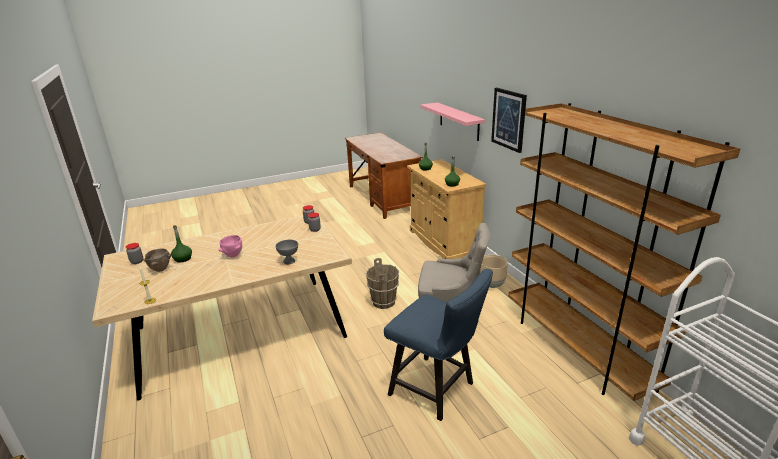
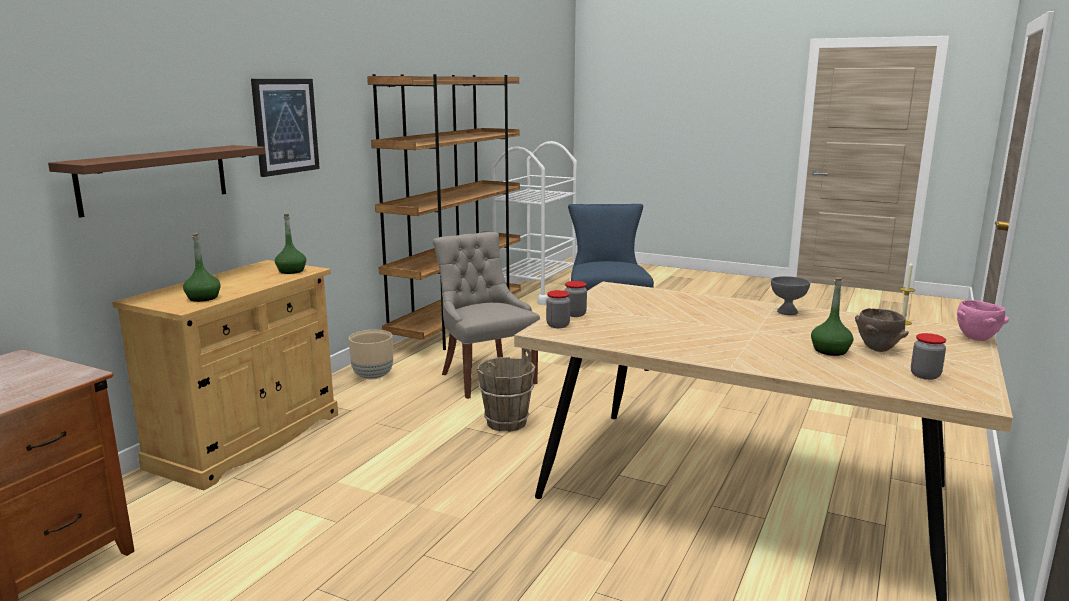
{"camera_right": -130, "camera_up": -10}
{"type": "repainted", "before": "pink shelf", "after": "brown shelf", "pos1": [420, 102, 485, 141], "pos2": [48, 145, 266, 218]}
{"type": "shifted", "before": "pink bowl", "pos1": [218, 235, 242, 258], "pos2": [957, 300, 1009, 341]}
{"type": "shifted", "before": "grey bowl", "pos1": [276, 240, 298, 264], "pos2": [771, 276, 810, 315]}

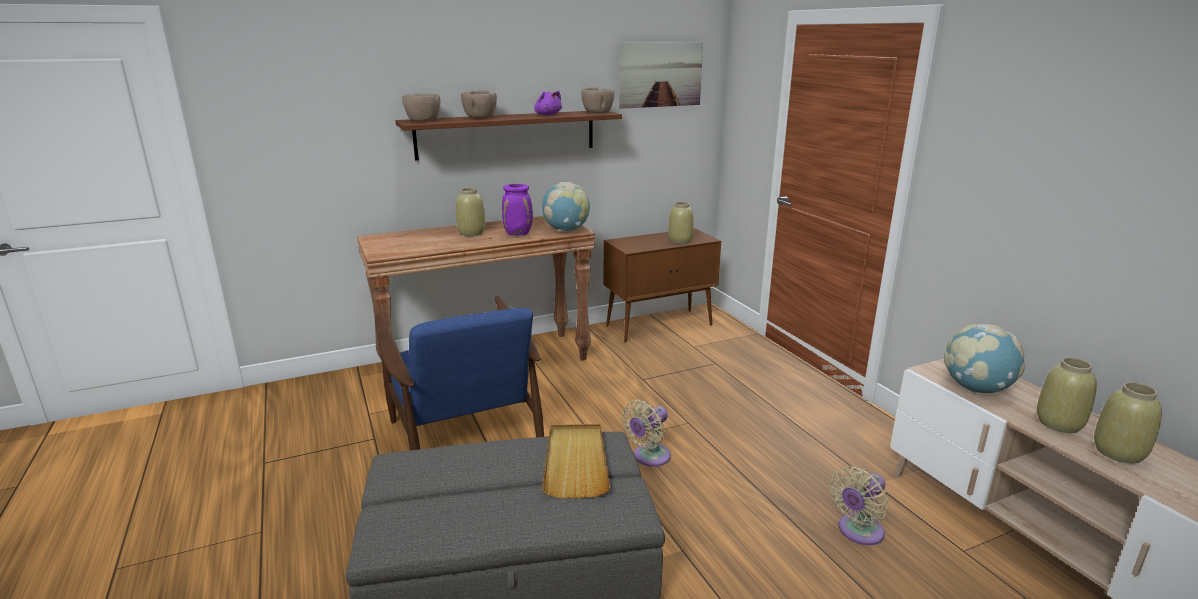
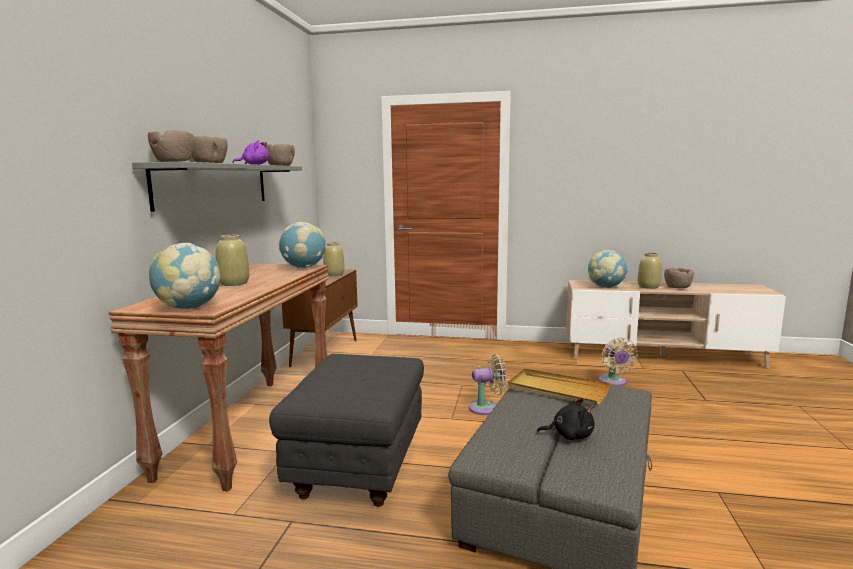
{"camera_right": -55, "camera_up": -10}
{"type": "gone", "before": "picture", "pos1": [619, 42, 703, 109]}
{"type": "repainted", "before": "brown shelf", "after": "grey shelf", "pos1": [395, 111, 622, 160], "pos2": [132, 162, 302, 212]}
{"type": "gone", "before": "purple vase", "pos1": [502, 184, 533, 236]}
{"type": "swapped", "before": "blue armchair", "after": "grey ottoman", "pos1": [375, 296, 544, 451], "pos2": [269, 354, 424, 507]}
{"type": "swapped", "before": "beige vase", "after": "brown bowl", "pos1": [1094, 382, 1162, 464], "pos2": [664, 268, 694, 288]}
{"type": "rotated", "before": "beige fan", "pos1": [622, 400, 671, 467], "pos2": [469, 354, 507, 415], "turn": -90}
{"type": "new", "after": "globe", "pos2": [149, 243, 221, 309]}
{"type": "new", "after": "black plush toy", "pos2": [537, 398, 594, 440]}

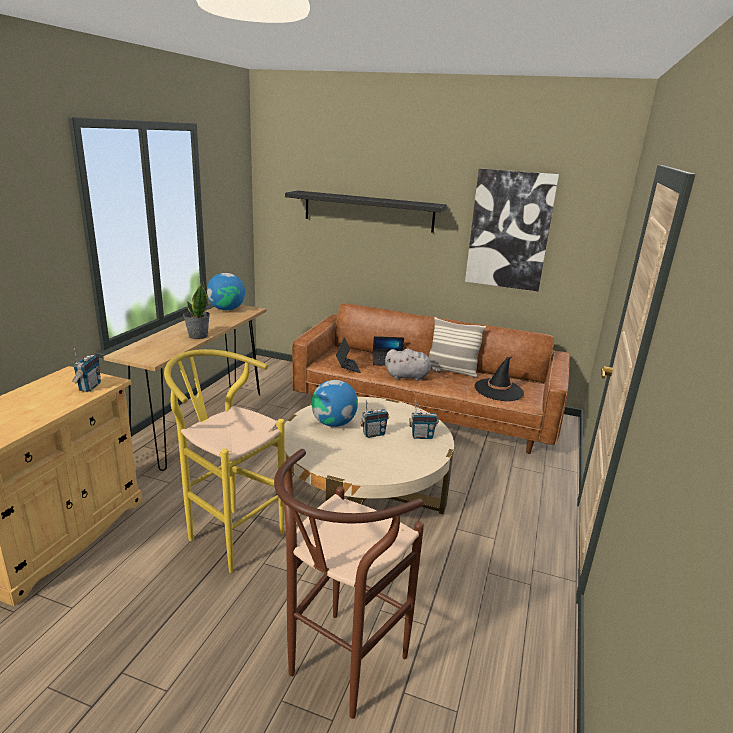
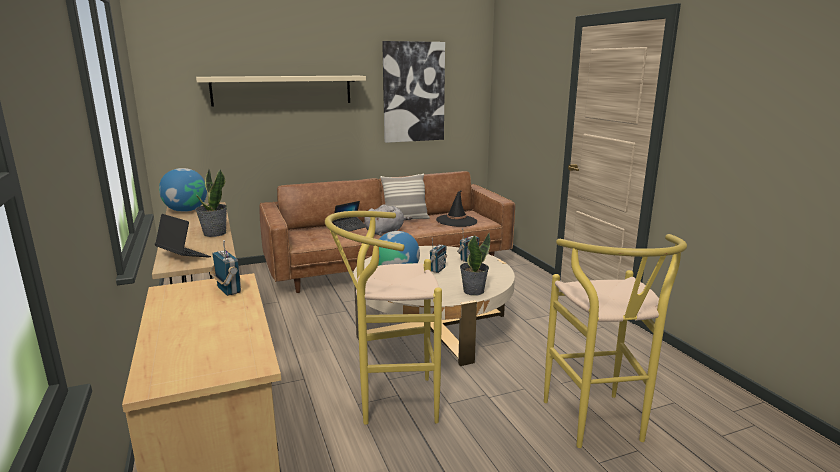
{"camera_right": -40, "camera_up": -5}
{"type": "repainted", "before": "black shelf", "after": "beige shelf", "pos1": [285, 191, 447, 233], "pos2": [196, 76, 366, 106]}
{"type": "shifted", "before": "laptop", "pos1": [336, 337, 361, 373], "pos2": [155, 214, 211, 257]}
{"type": "repainted", "before": "brown stool", "after": "yellow stool", "pos1": [274, 449, 424, 719], "pos2": [544, 234, 687, 448]}
{"type": "new", "after": "potted plant", "pos2": [460, 232, 490, 296]}

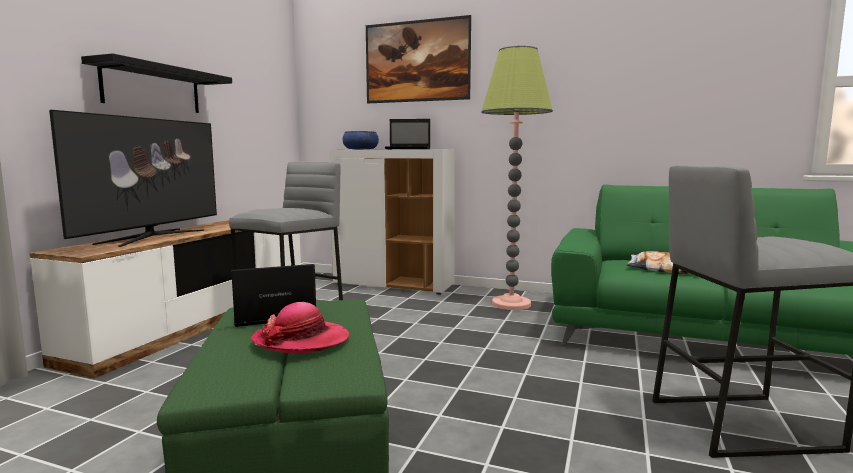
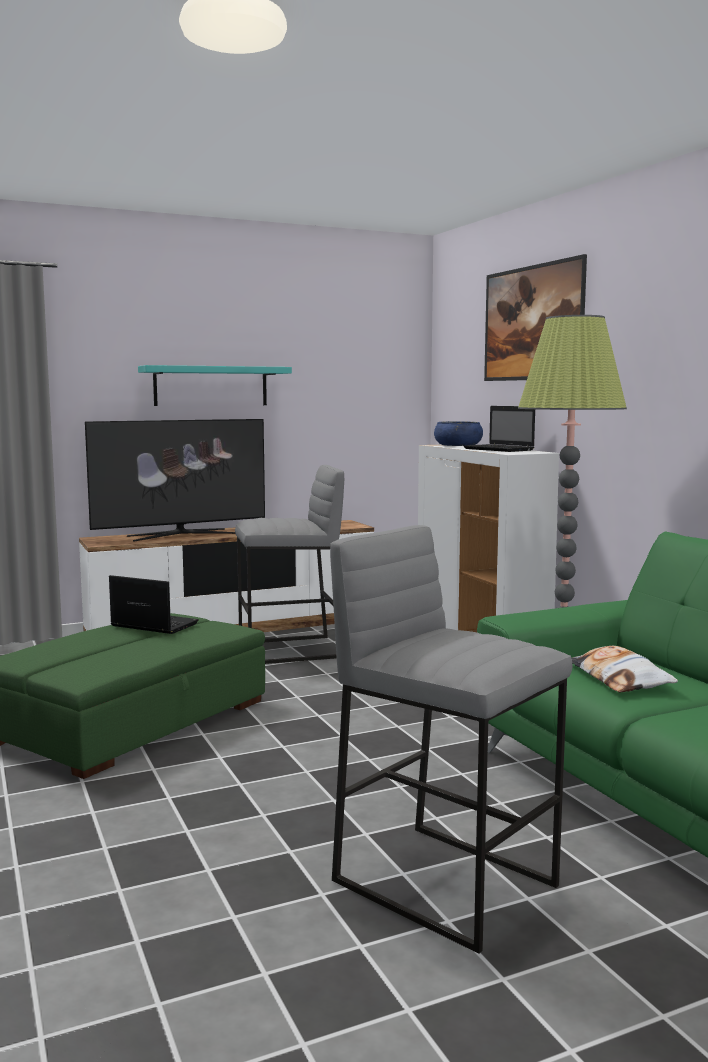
{"camera_right": 45, "camera_up": 0}
{"type": "repainted", "before": "black shelf", "after": "turquoise shelf", "pos1": [81, 53, 232, 113], "pos2": [138, 365, 292, 406]}
{"type": "gone", "before": "hat", "pos1": [251, 302, 349, 354]}

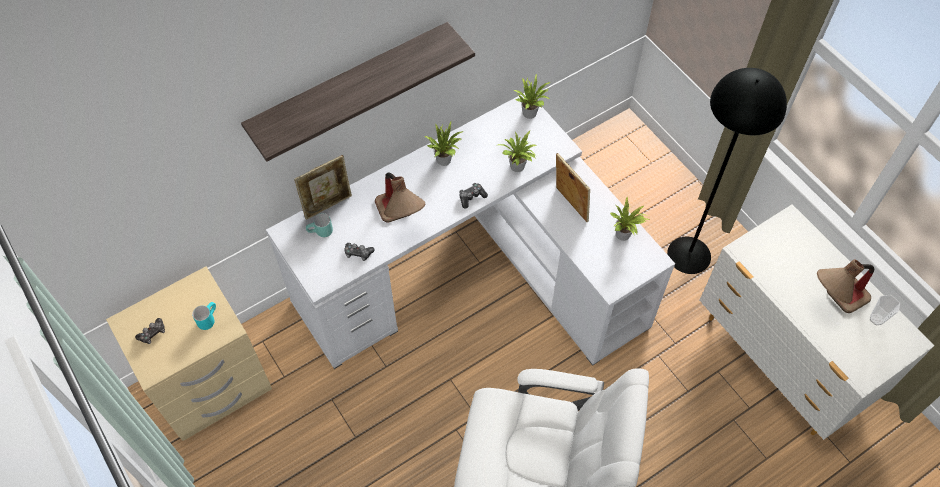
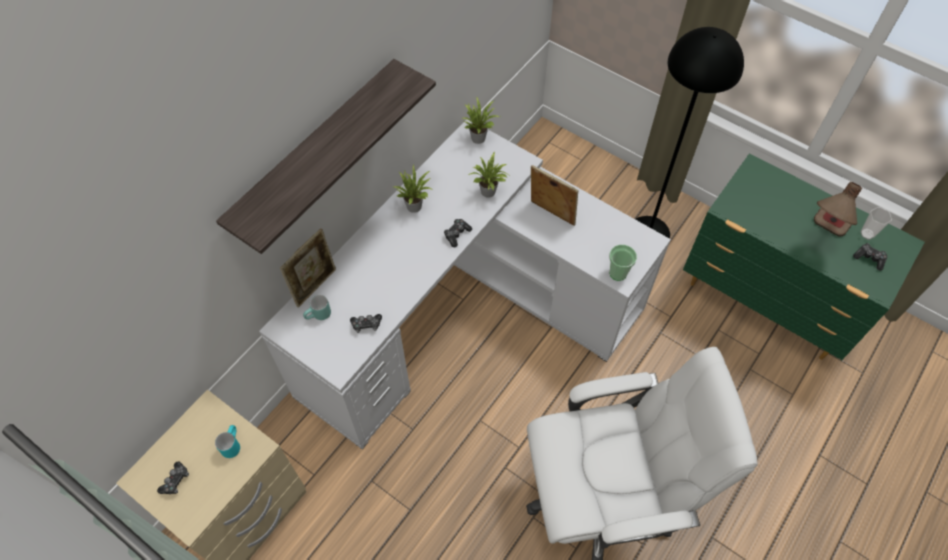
{"camera_right": -20, "camera_up": 0}
{"type": "gone", "before": "table lamp", "pos1": [375, 172, 425, 222]}
{"type": "gone", "before": "potted plant", "pos1": [610, 197, 650, 241]}
{"type": "repainted", "before": "white dresser", "after": "green dresser", "pos1": [699, 204, 934, 440], "pos2": [683, 153, 925, 360]}
{"type": "new", "after": "game controller", "pos2": [853, 243, 887, 271]}
{"type": "new", "after": "cup", "pos2": [609, 245, 637, 281]}

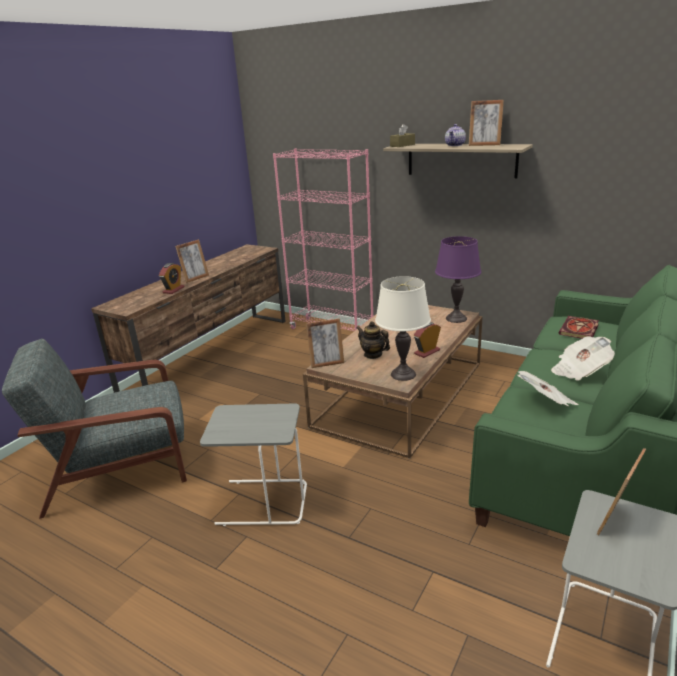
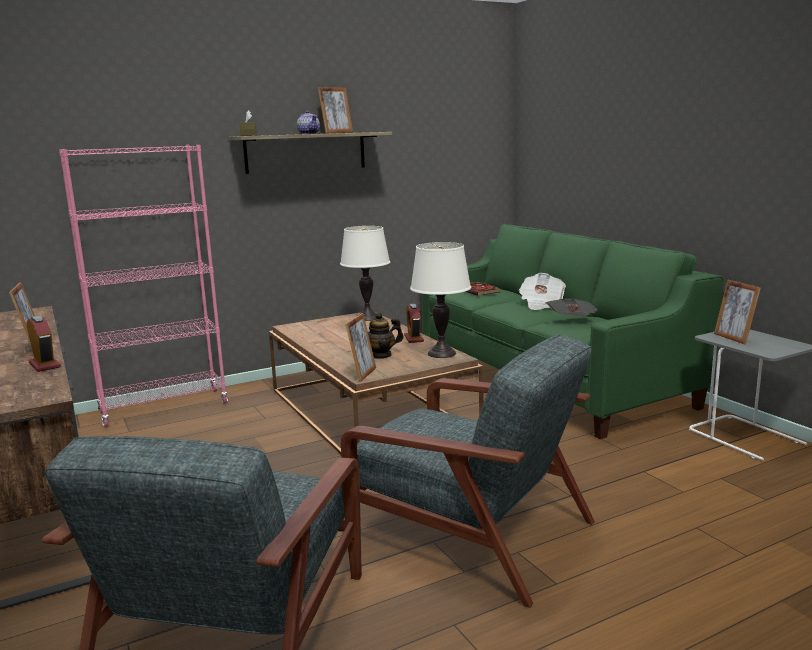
{"camera_right": -60, "camera_up": -10}
{"type": "repainted", "before": "purple table lamp", "after": "white table lamp", "pos1": [435, 236, 481, 323], "pos2": [340, 226, 390, 321]}
{"type": "swapped", "before": "grey side table", "after": "grey armchair", "pos1": [200, 404, 307, 526], "pos2": [341, 334, 595, 608]}

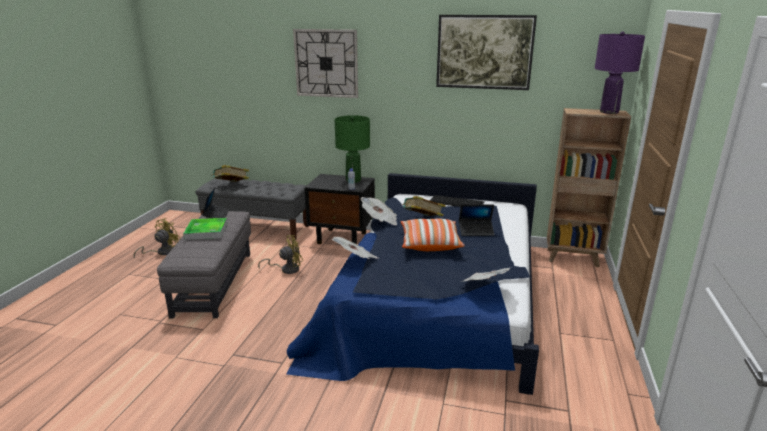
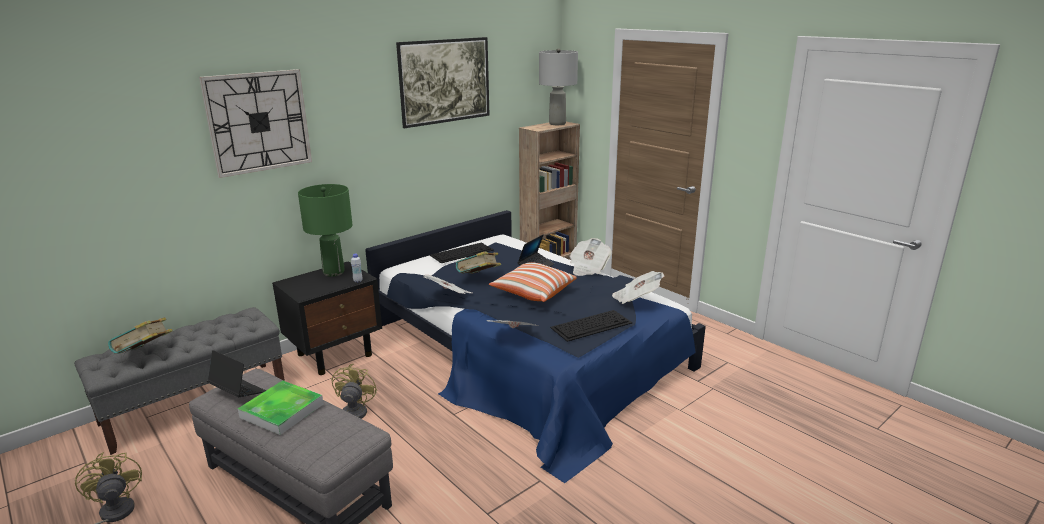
{"camera_right": -55, "camera_up": 0}
{"type": "repainted", "before": "purple table lamp", "after": "grey table lamp", "pos1": [595, 32, 645, 114], "pos2": [539, 48, 578, 125]}
{"type": "new", "after": "newspaper", "pos2": [570, 238, 612, 276]}
{"type": "new", "after": "keyboard", "pos2": [550, 310, 633, 342]}

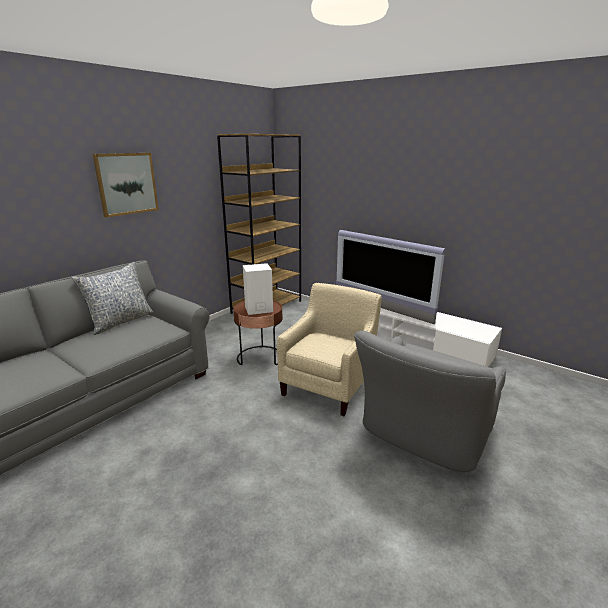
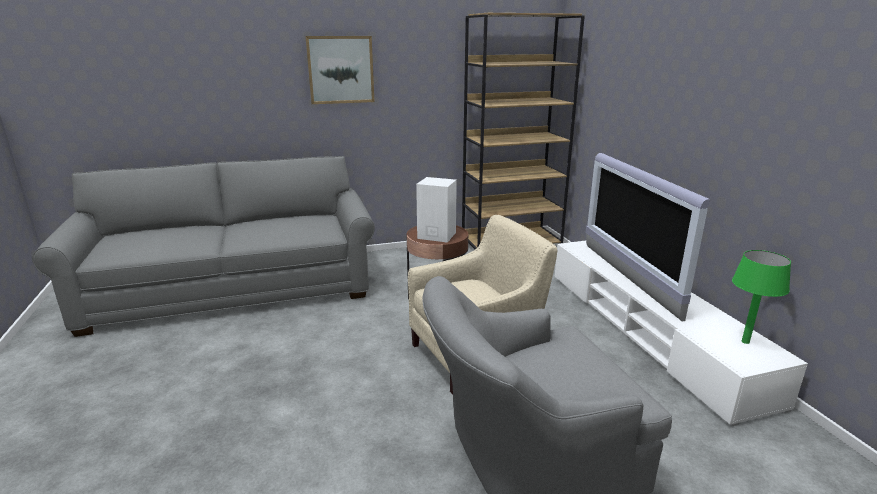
{"camera_right": 35, "camera_up": 0}
{"type": "gone", "before": "pillow", "pos1": [72, 262, 154, 335]}
{"type": "new", "after": "green table lamp", "pos2": [732, 250, 791, 344]}

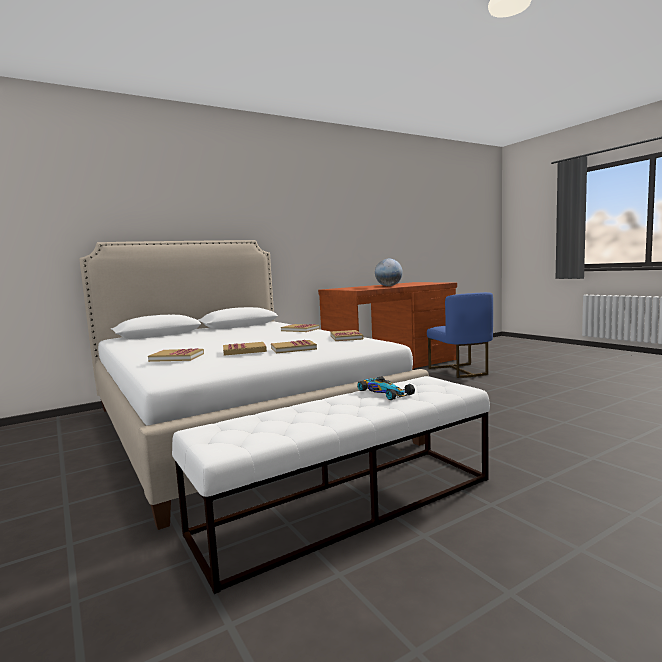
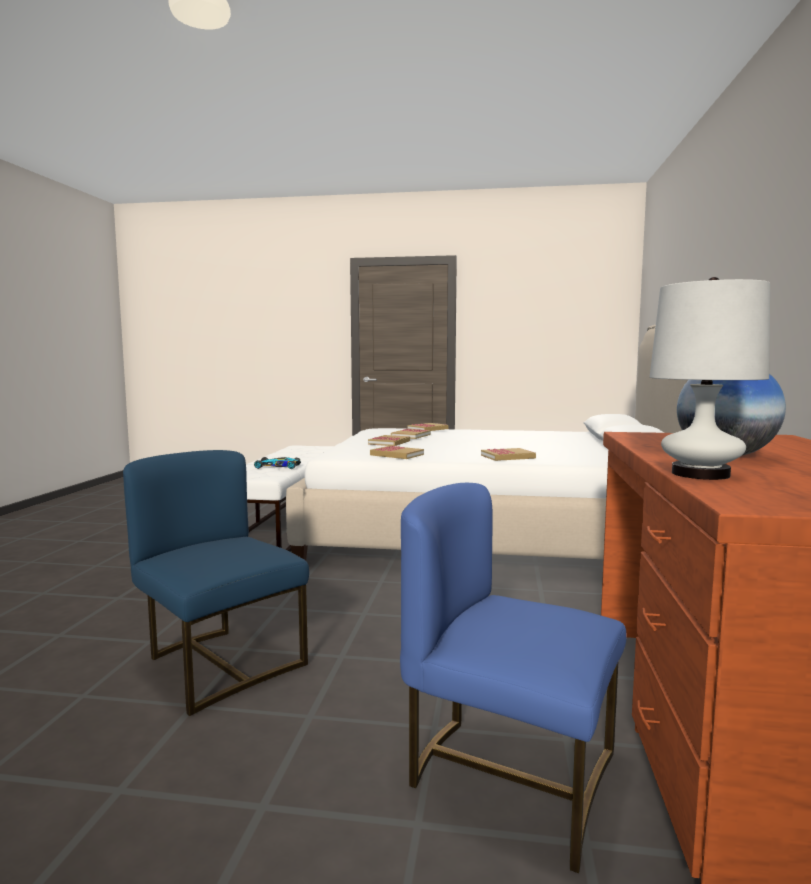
{"camera_right": 130, "camera_up": 0}
{"type": "new", "after": "white table lamp", "pos2": [650, 277, 770, 480]}
{"type": "new", "after": "blue chair", "pos2": [123, 450, 309, 716]}

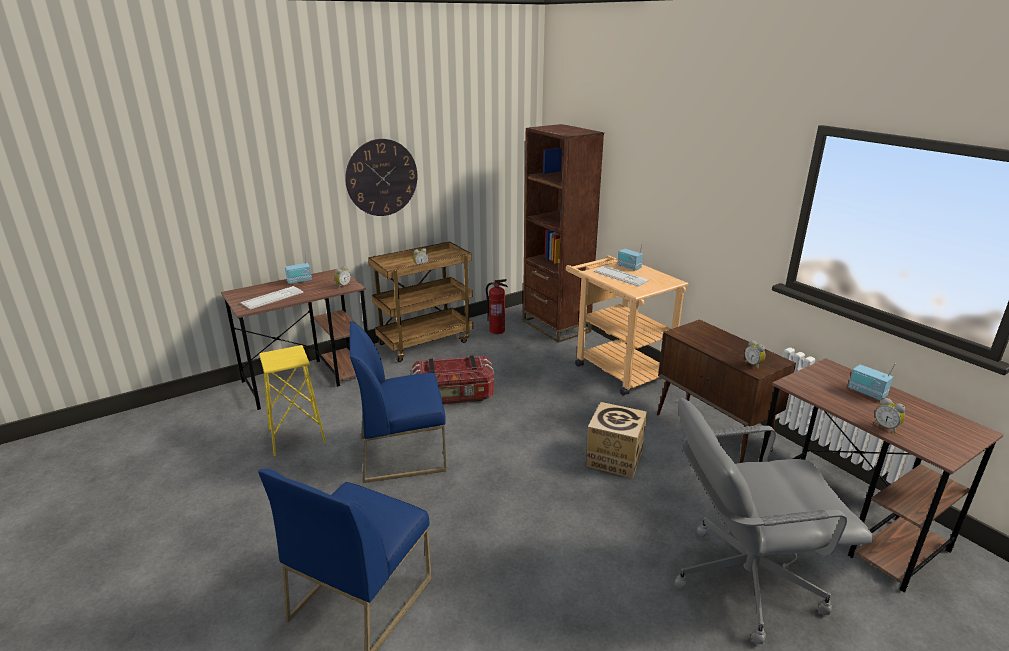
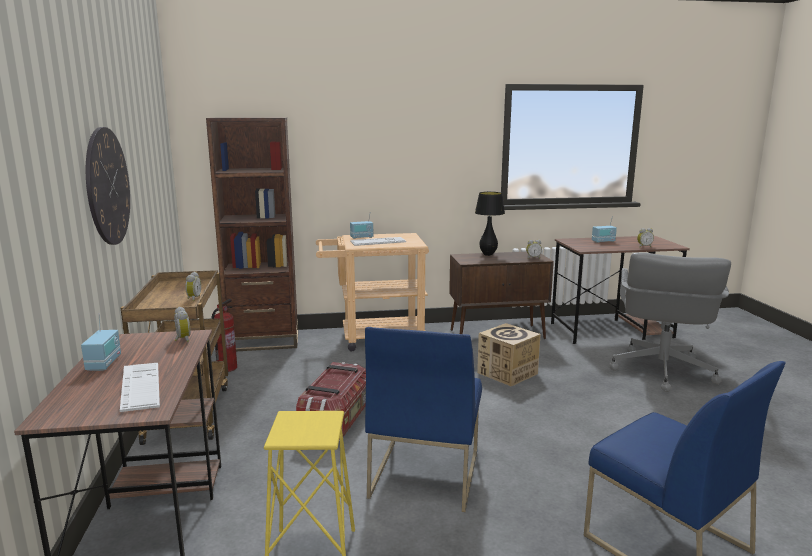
{"camera_right": -65, "camera_up": -10}
{"type": "new", "after": "black table lamp", "pos2": [475, 192, 505, 256]}

